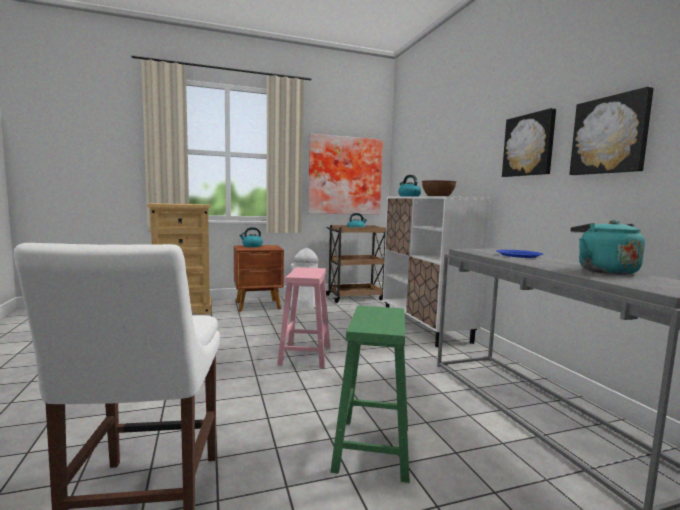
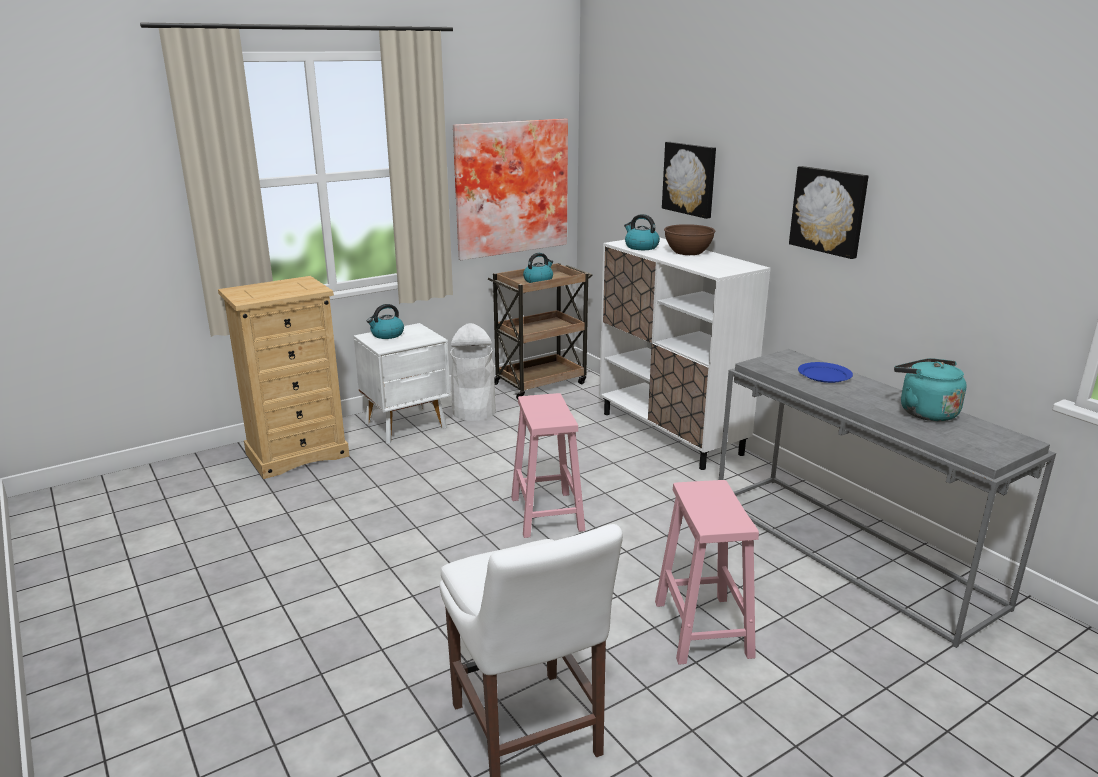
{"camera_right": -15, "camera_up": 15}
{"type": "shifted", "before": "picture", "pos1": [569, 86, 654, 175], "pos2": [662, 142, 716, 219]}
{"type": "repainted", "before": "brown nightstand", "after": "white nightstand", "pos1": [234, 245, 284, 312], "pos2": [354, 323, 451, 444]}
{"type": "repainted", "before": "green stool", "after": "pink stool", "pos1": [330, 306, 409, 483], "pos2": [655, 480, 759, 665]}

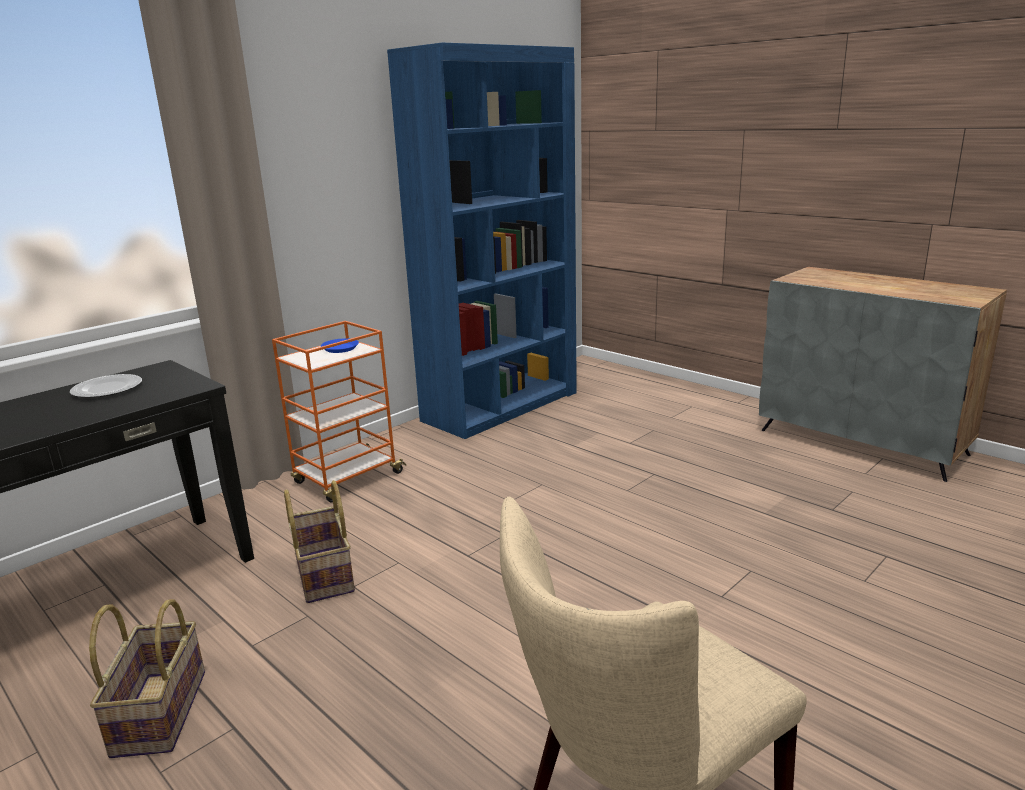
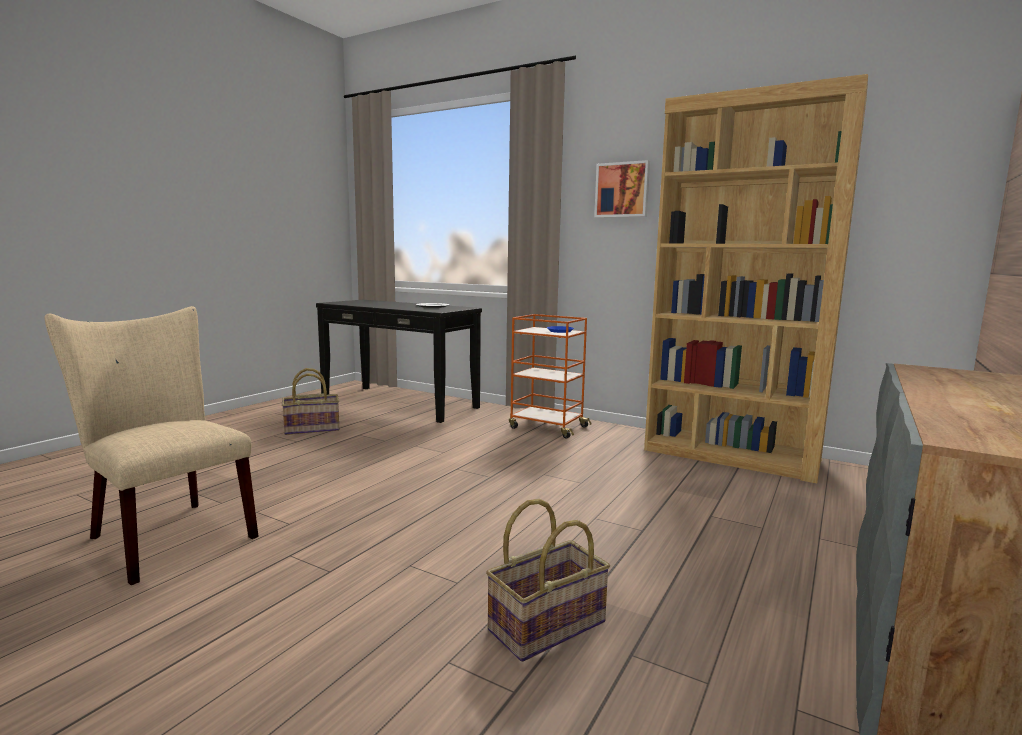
{"camera_right": 75, "camera_up": -10}
{"type": "repainted", "before": "blue bookcase", "after": "brown bookcase", "pos1": [387, 43, 577, 439], "pos2": [644, 74, 868, 483]}
{"type": "shifted", "before": "basket", "pos1": [284, 480, 355, 603], "pos2": [486, 499, 610, 662]}
{"type": "new", "after": "picture", "pos2": [594, 160, 650, 218]}

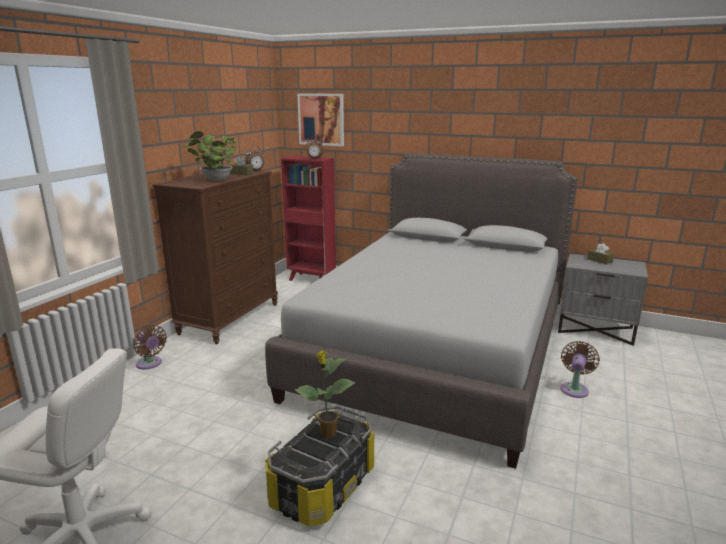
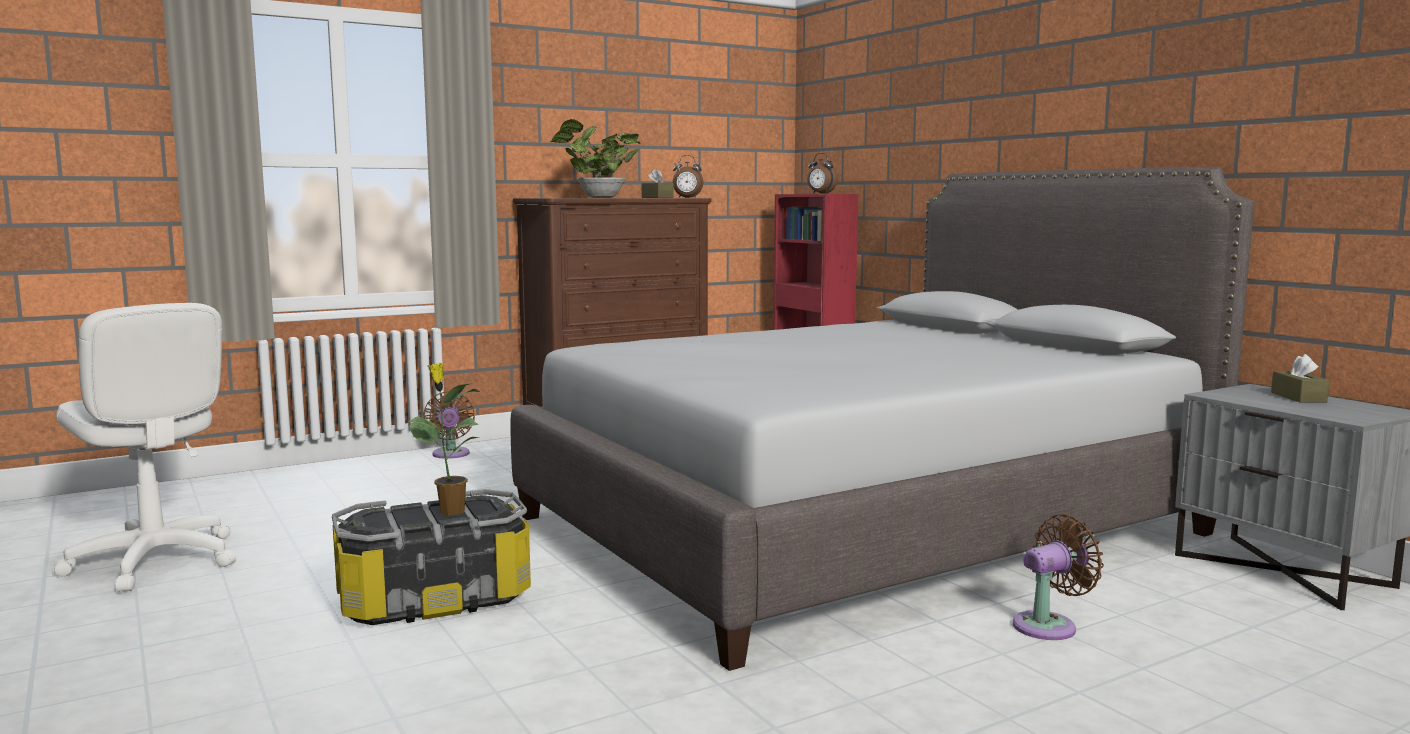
{"camera_right": 35, "camera_up": -10}
{"type": "gone", "before": "picture", "pos1": [297, 93, 344, 146]}

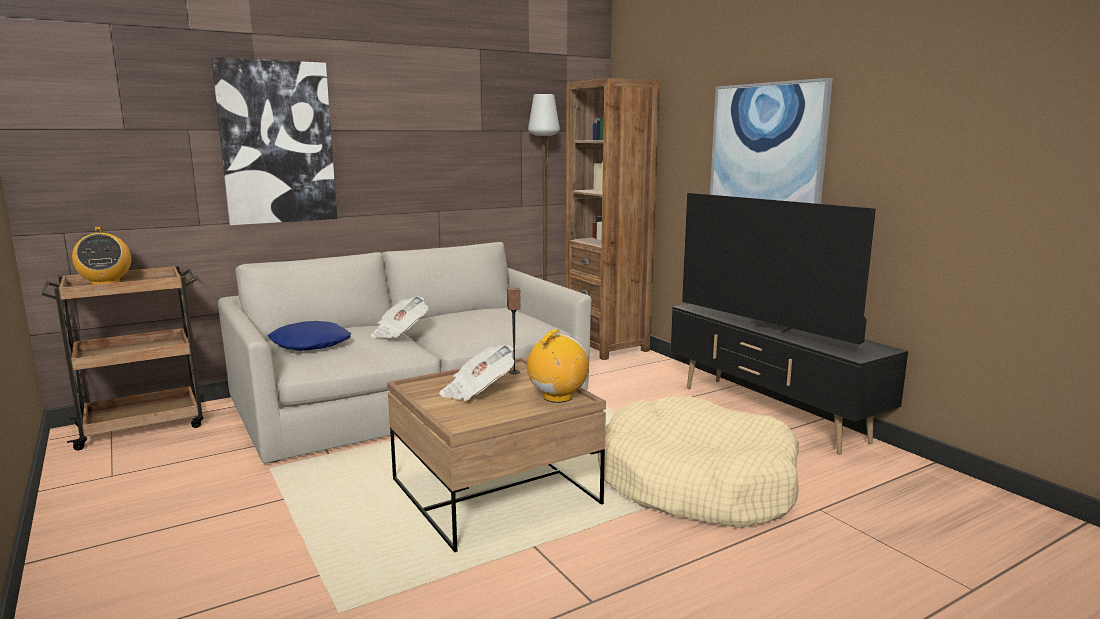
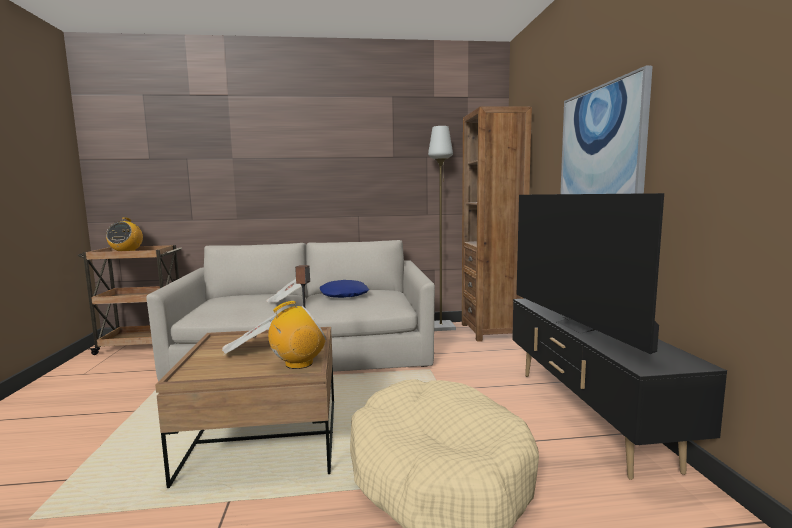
{"camera_right": 25, "camera_up": -5}
{"type": "gone", "before": "picture", "pos1": [211, 57, 337, 225]}
{"type": "shifted", "before": "blue pillow", "pos1": [267, 321, 351, 351], "pos2": [320, 280, 369, 298]}

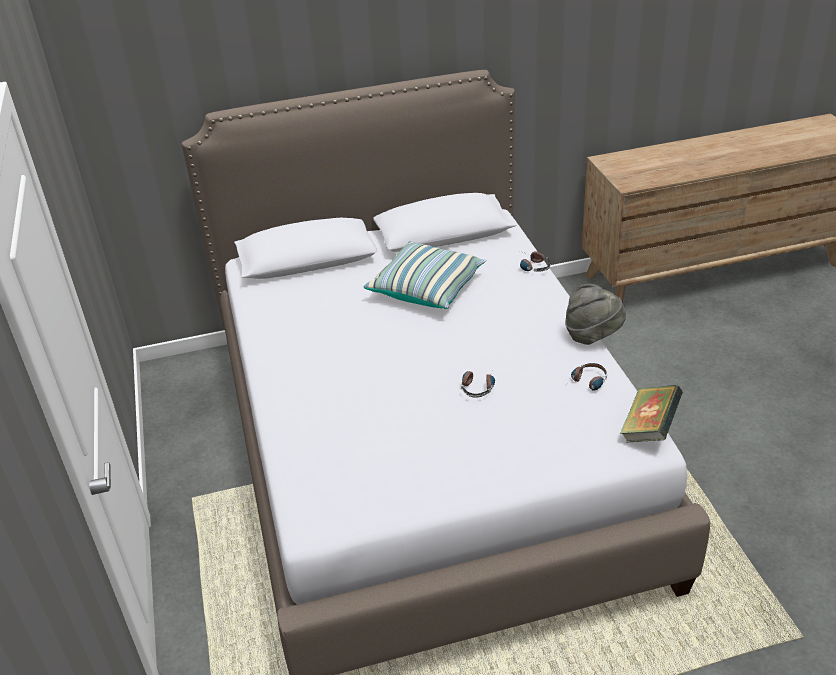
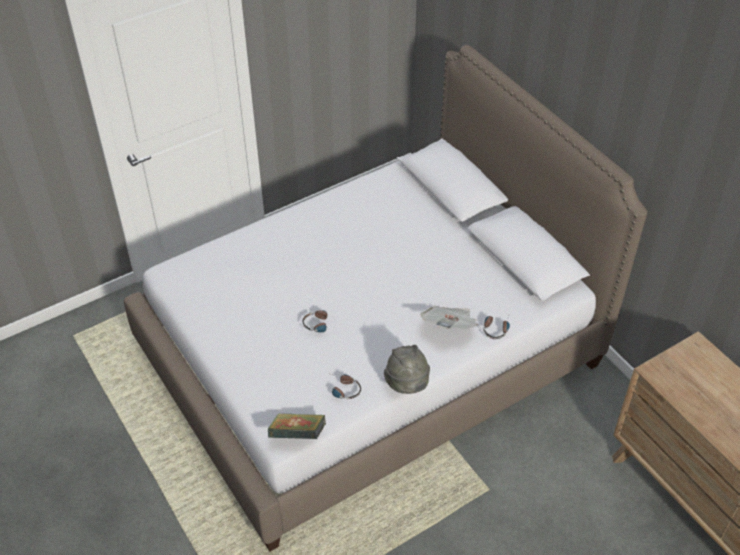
{"camera_right": 70, "camera_up": 10}
{"type": "gone", "before": "pillow", "pos1": [364, 241, 487, 309]}
{"type": "new", "after": "newspaper", "pos2": [420, 306, 478, 329]}

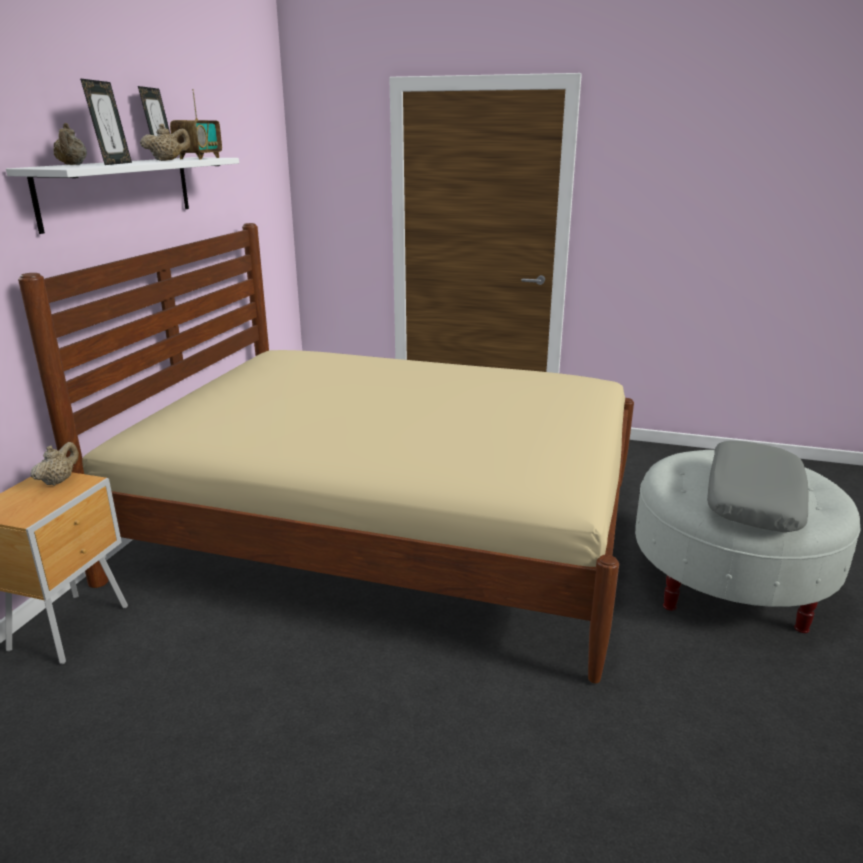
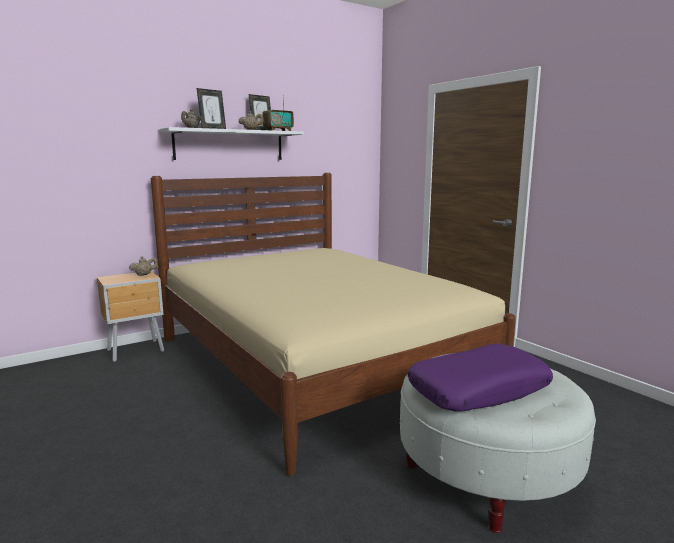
{"camera_right": 40, "camera_up": -10}
{"type": "repainted", "before": "grey pillow", "after": "purple pillow", "pos1": [707, 441, 808, 532], "pos2": [407, 344, 553, 412]}

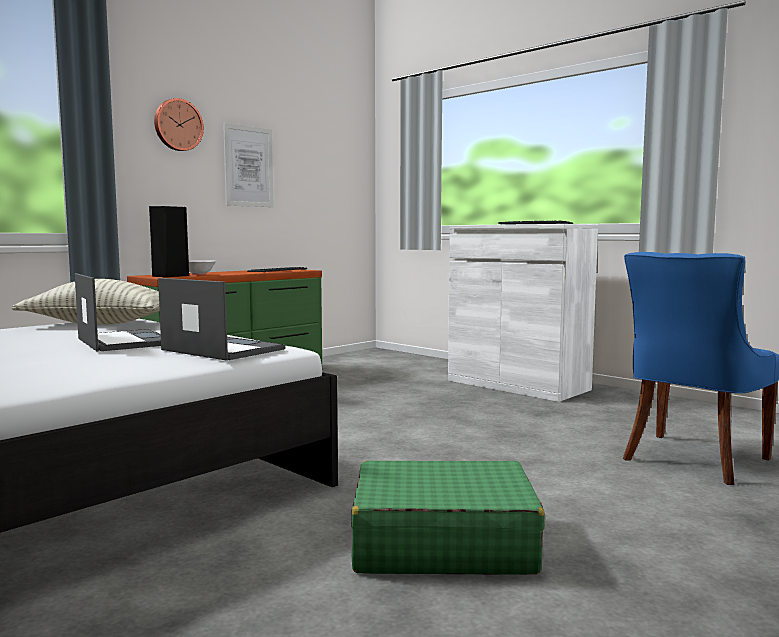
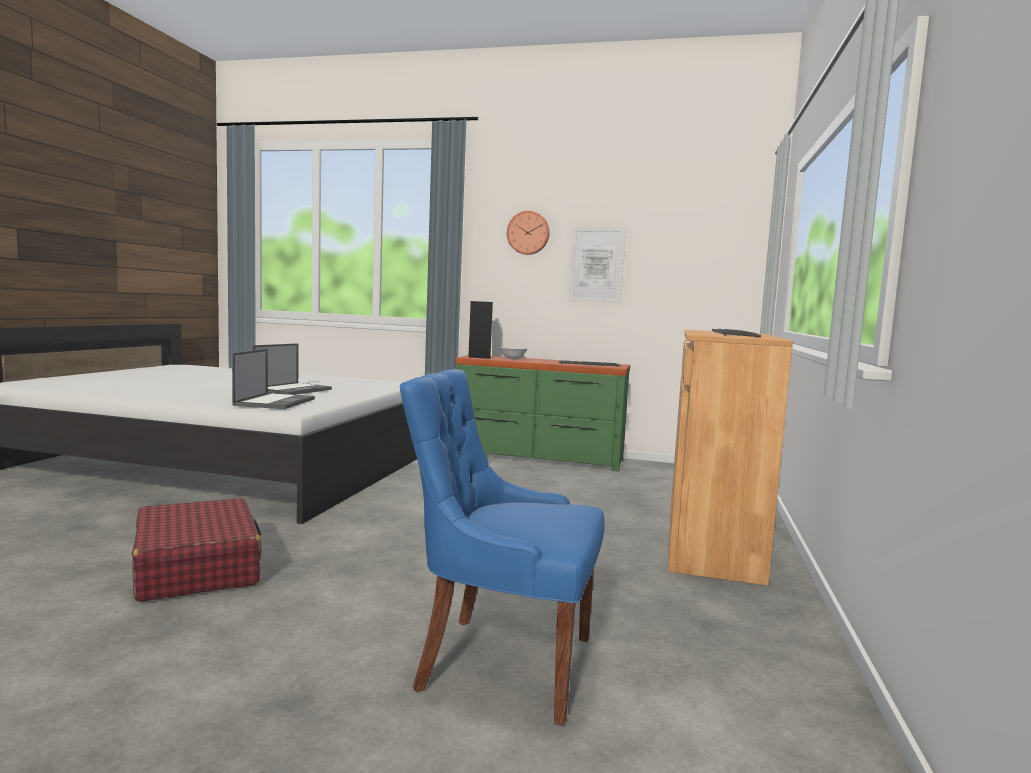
{"camera_right": 60, "camera_up": 0}
{"type": "repainted", "before": "white cabinet", "after": "brown cabinet", "pos1": [448, 224, 598, 402], "pos2": [668, 330, 793, 585]}
{"type": "gone", "before": "pillow", "pos1": [12, 279, 160, 325]}
{"type": "repainted", "before": "green suitcase", "after": "red suitcase", "pos1": [351, 460, 545, 575], "pos2": [132, 498, 261, 602]}

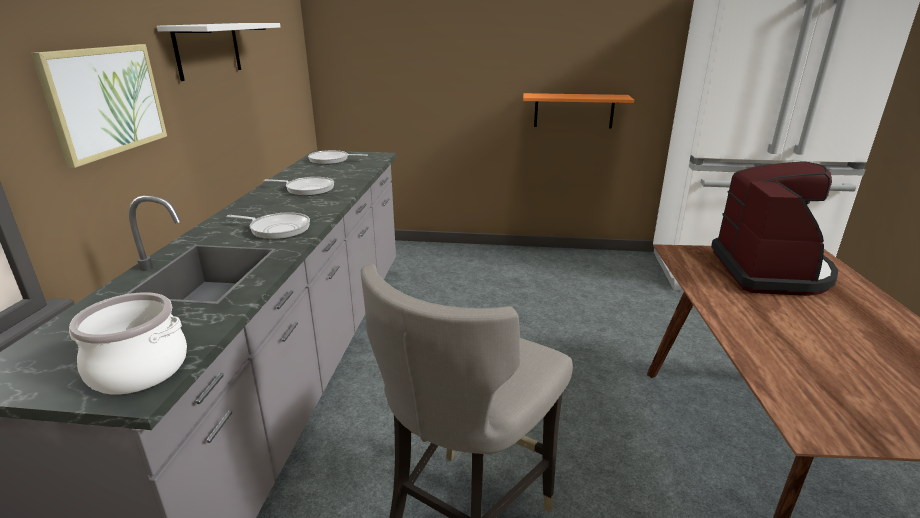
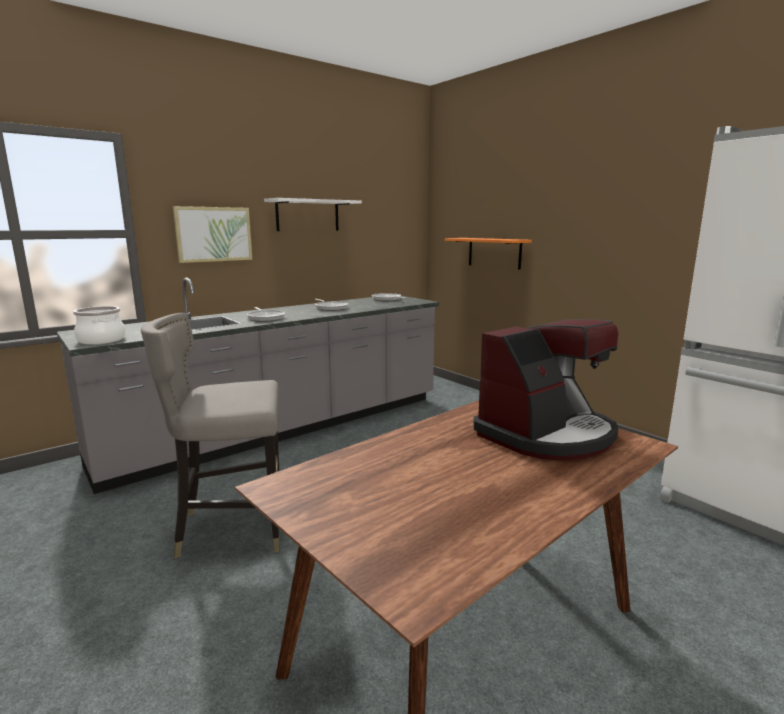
{"camera_right": 45, "camera_up": -10}
{"type": "shifted", "before": "orange shelf", "pos1": [523, 93, 634, 129], "pos2": [445, 238, 532, 269]}

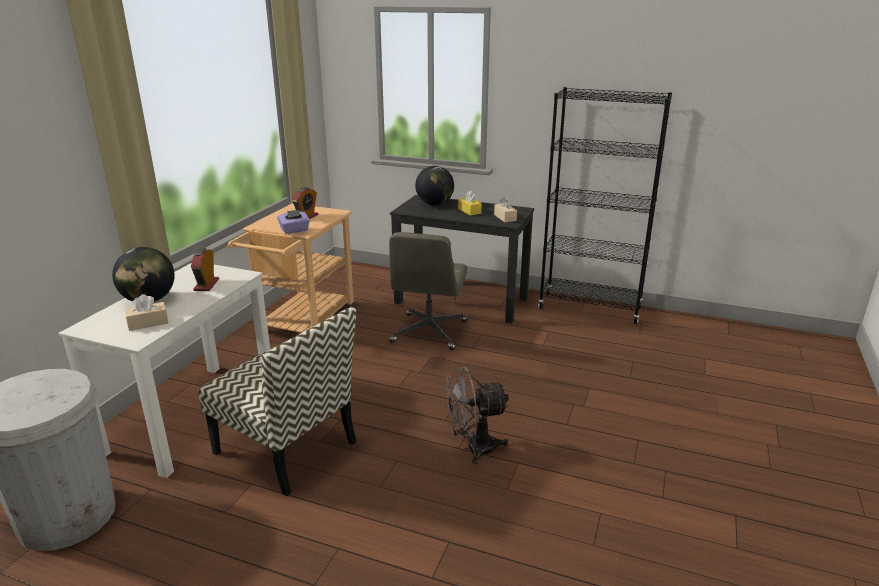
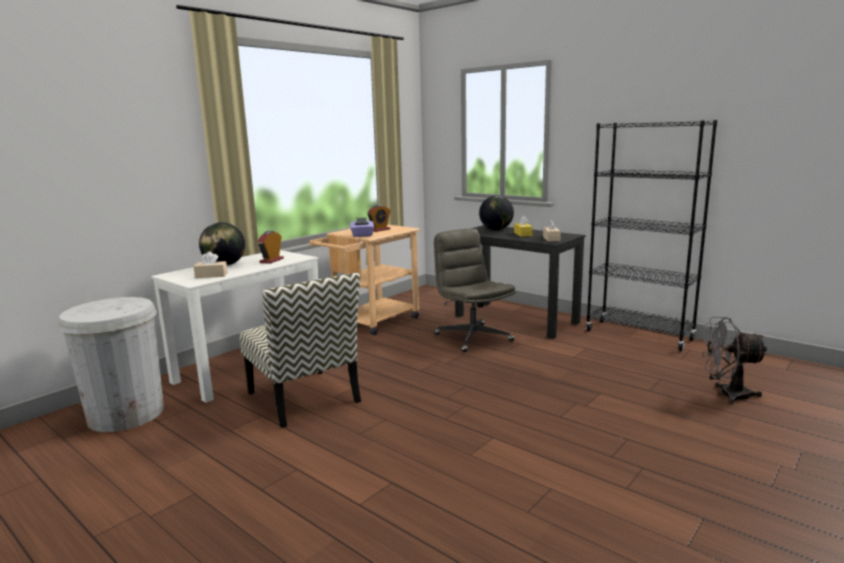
{"camera_right": 20, "camera_up": -10}
{"type": "rotated", "before": "grey office chair", "pos1": [389, 232, 467, 350], "pos2": [434, 229, 516, 352], "turn": 120}
{"type": "shifted", "before": "grey fan", "pos1": [445, 367, 509, 464], "pos2": [702, 317, 768, 405]}

